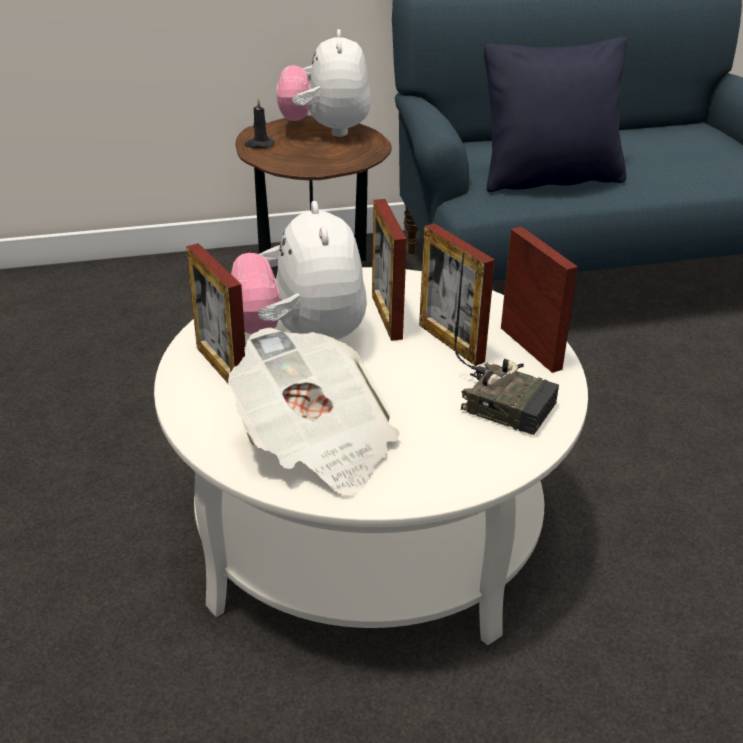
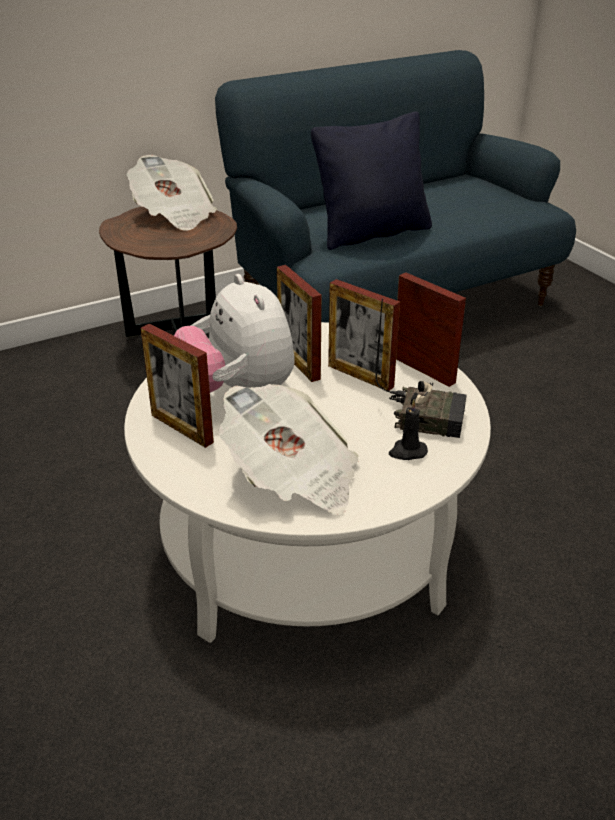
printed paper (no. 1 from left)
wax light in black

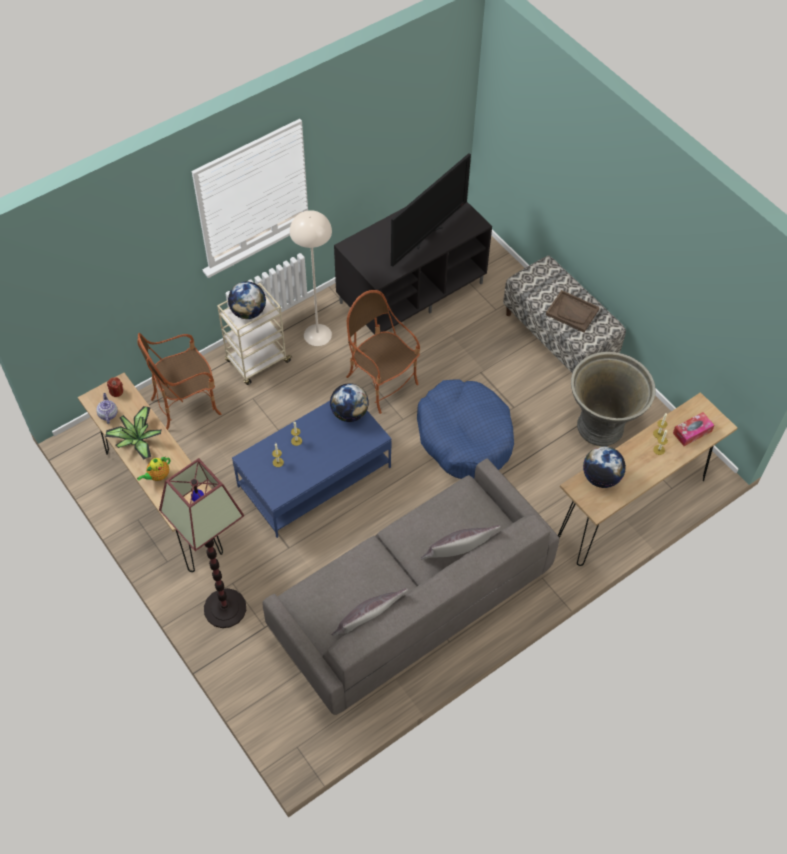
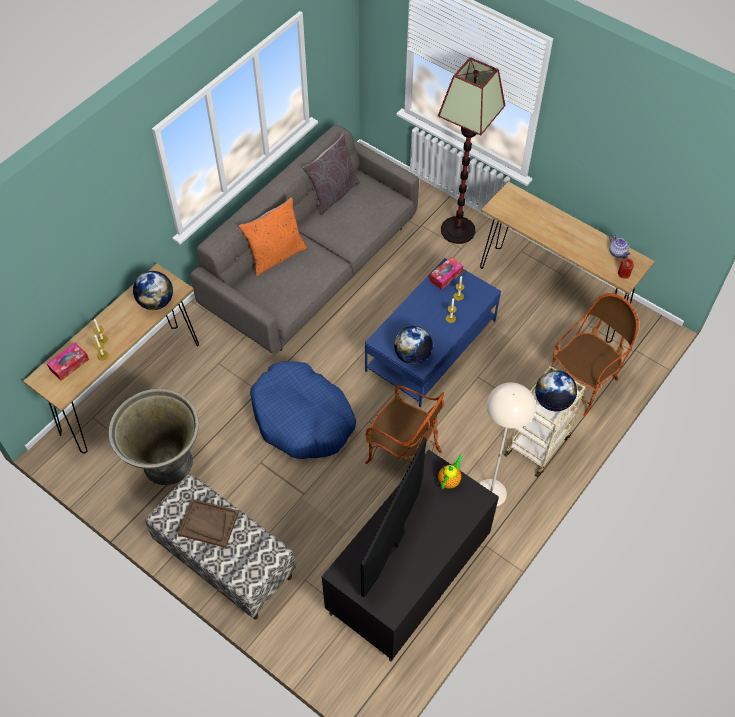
plant in a pot
pot for tea (no. 1 from left)
cushion in orangey
box of tissues (no. 2 from left)

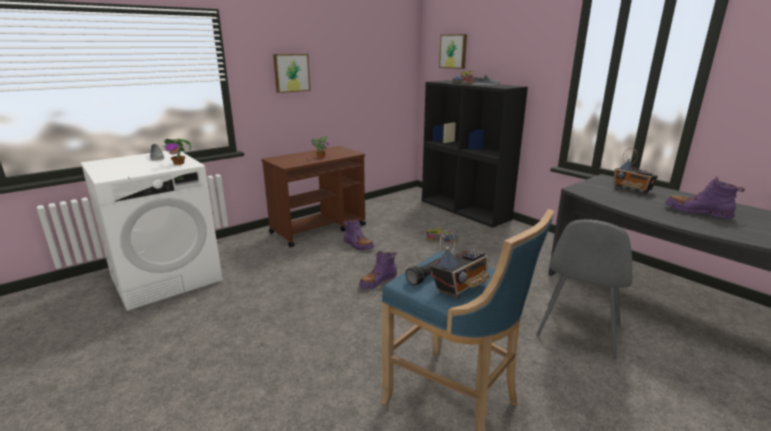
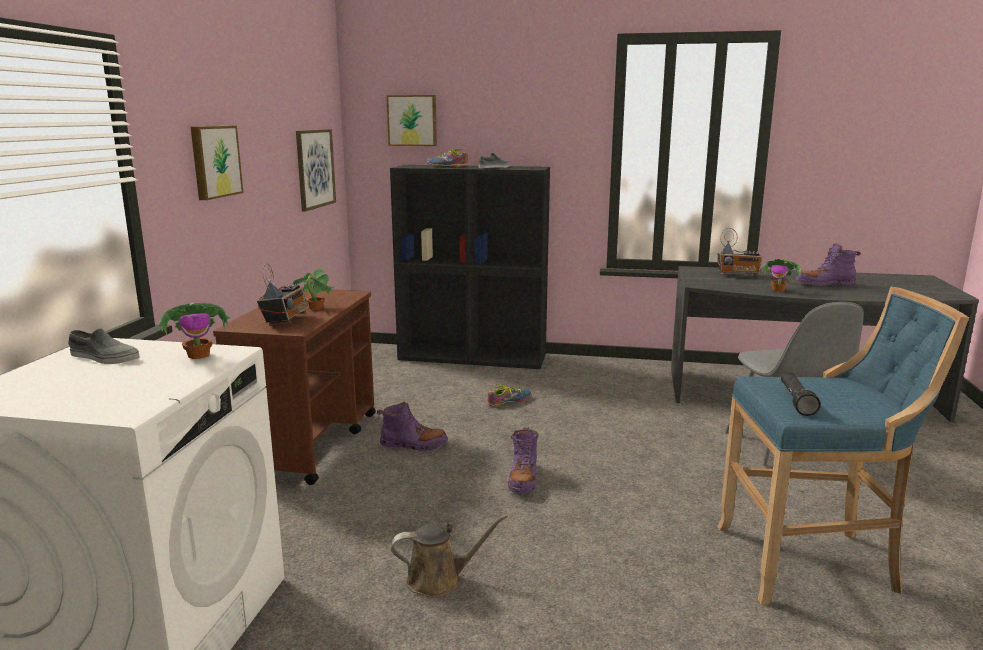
radio receiver (no. 1 from left)
wall picture (no. 2 from left)
plant in a pot (no. 3 from left)
watering pot in brown-coloured

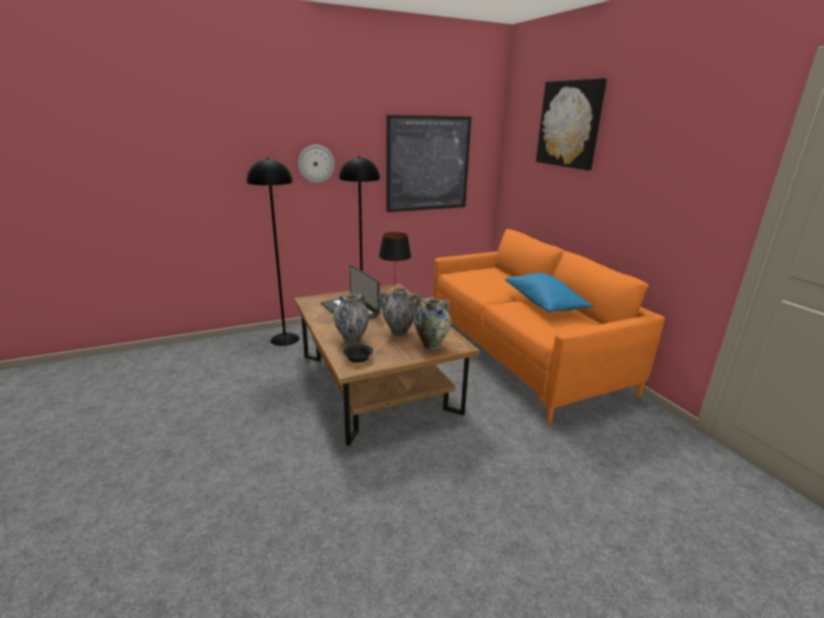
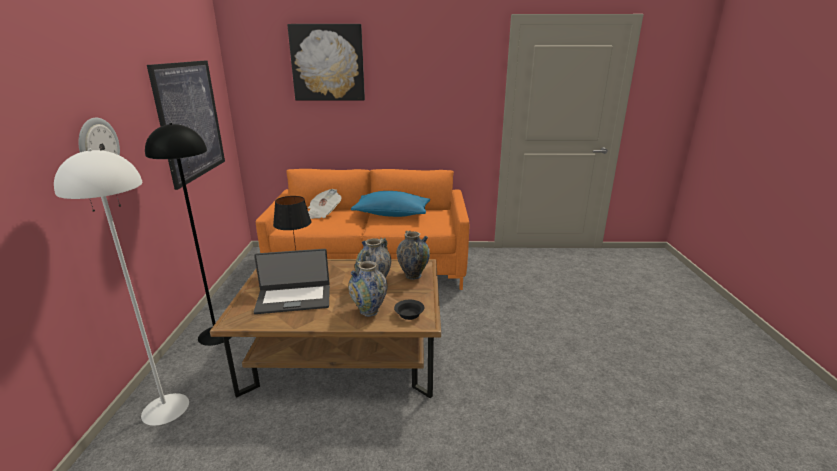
floor lamp in white
printed paper

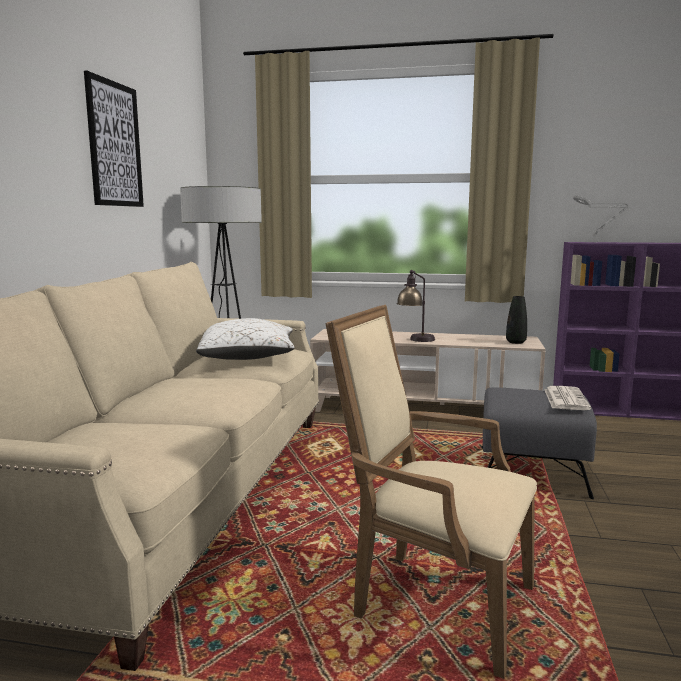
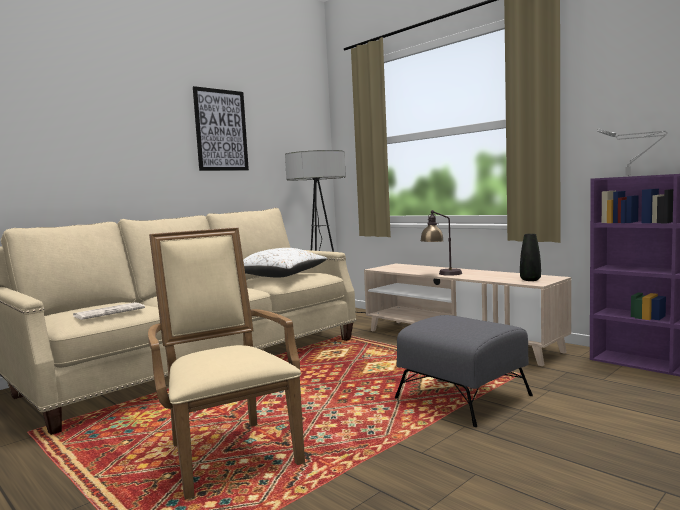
printed paper

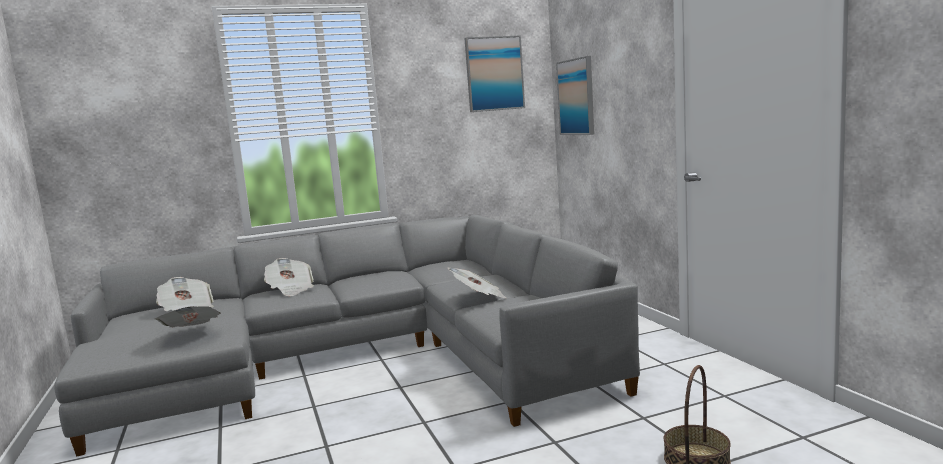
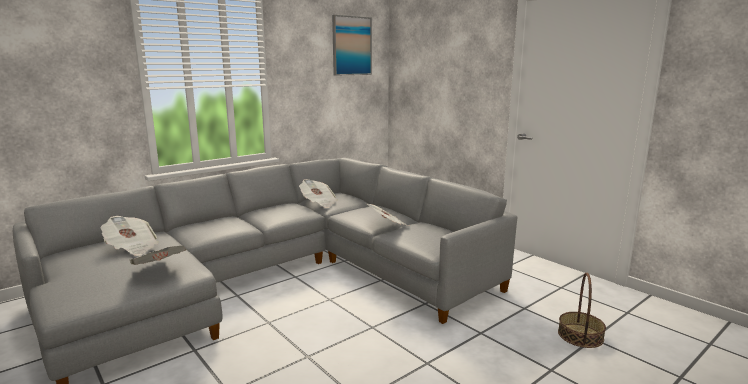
wall picture (no. 2 from left in the first image)
printed paper (no. 3 from left)

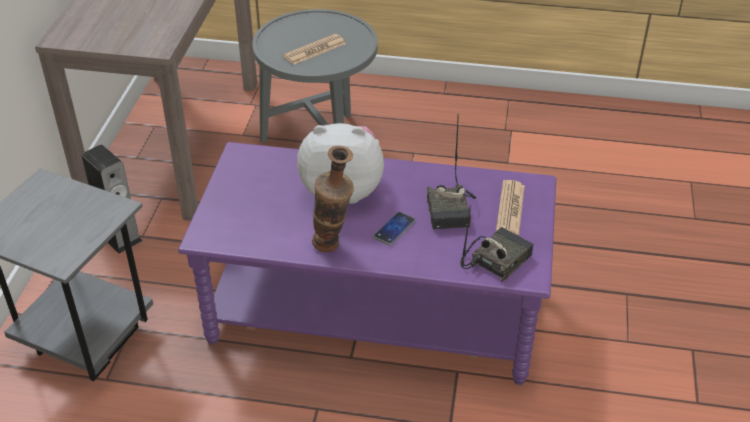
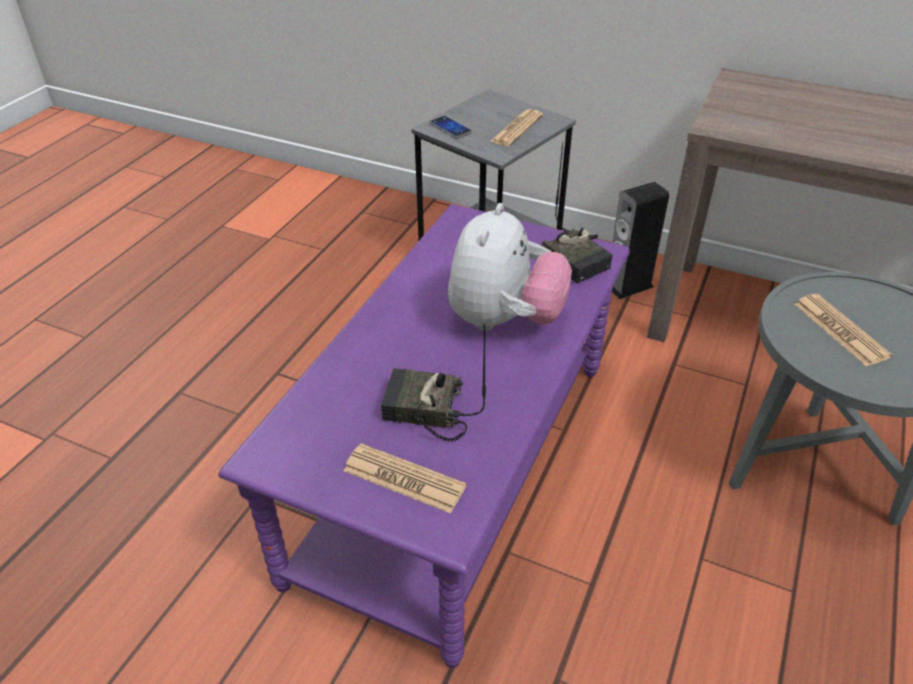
flower vase
radio receiver (no. 2 from left)
telephone
printed paper (no. 2 from left)

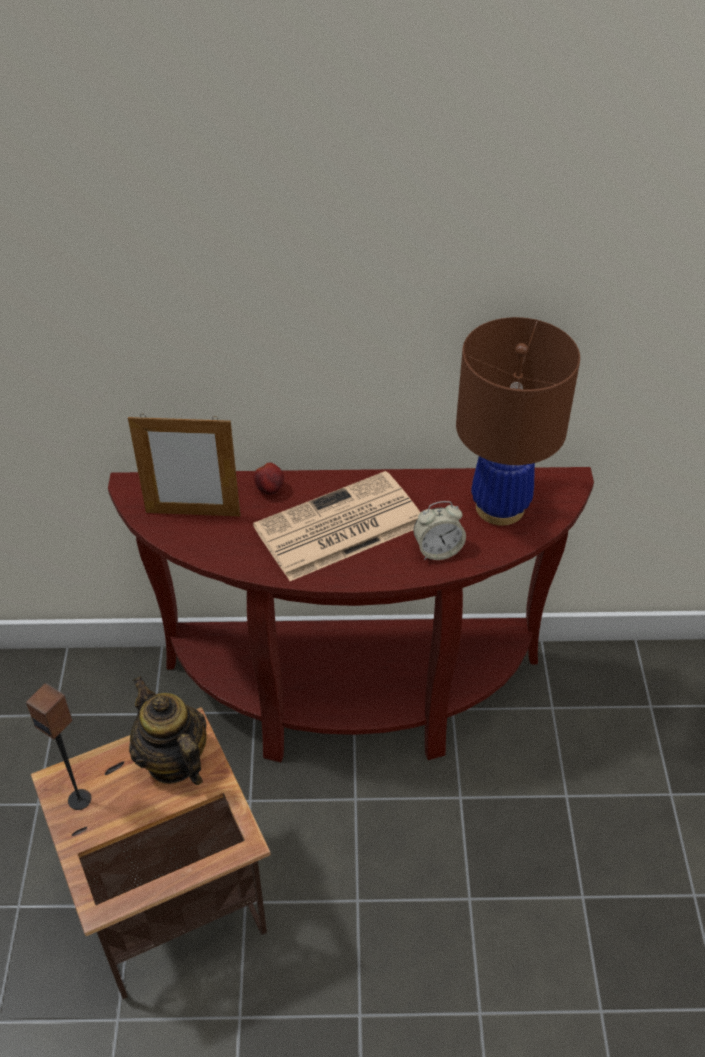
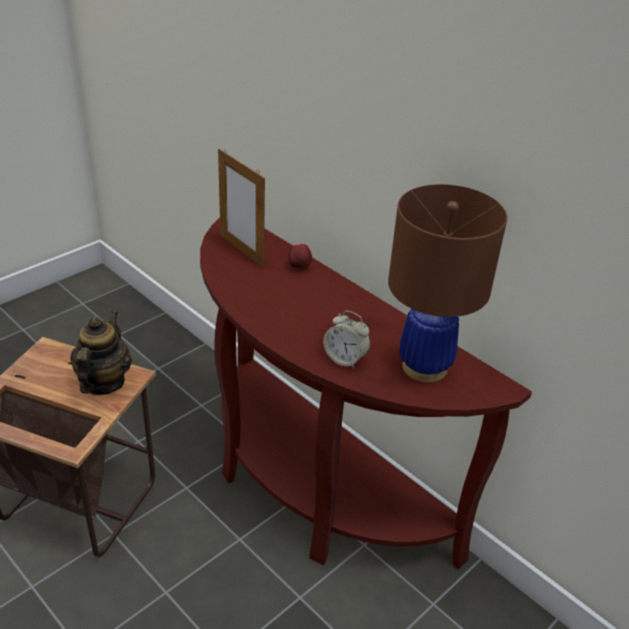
printed paper
audio speaker

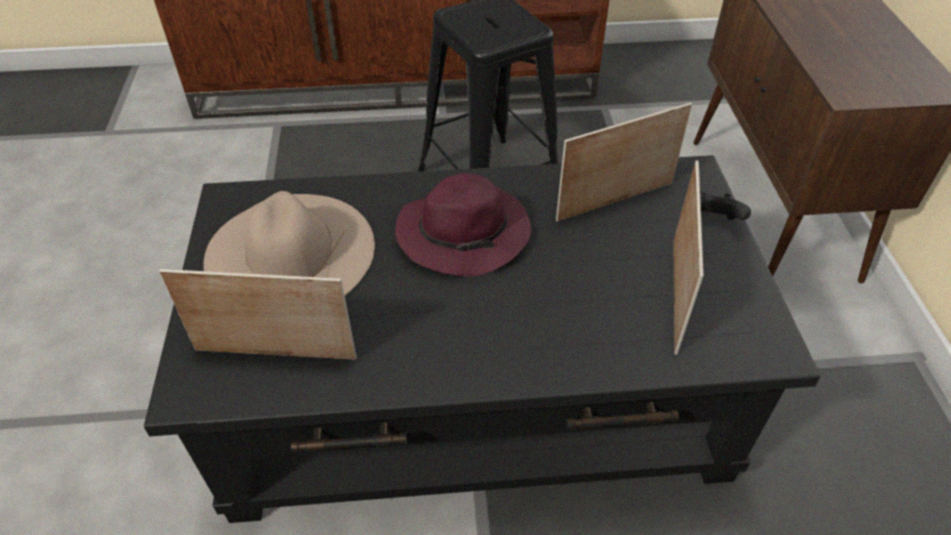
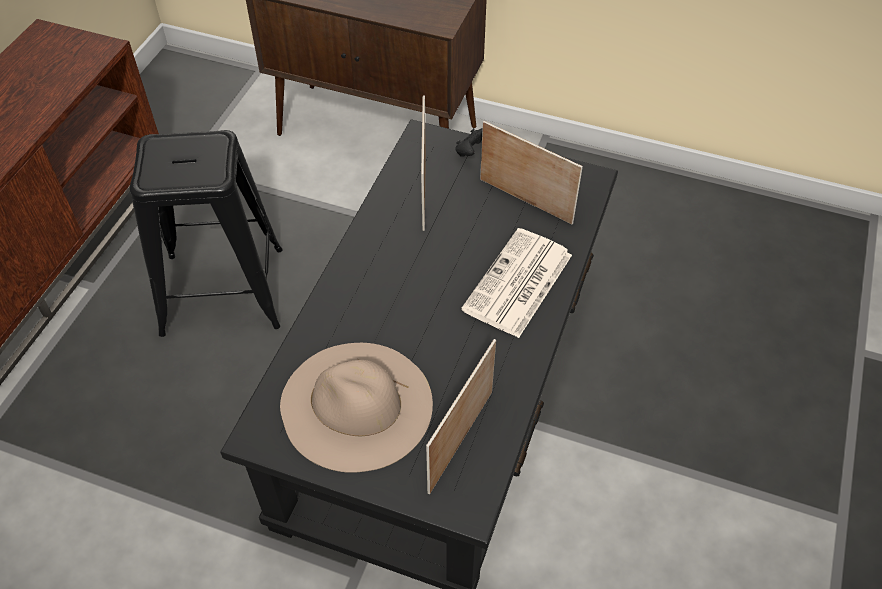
clothing hat in purple
printed paper

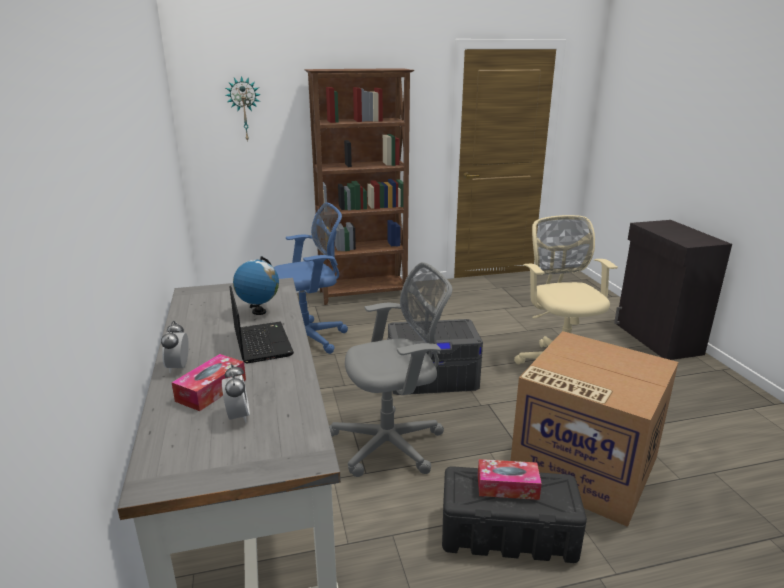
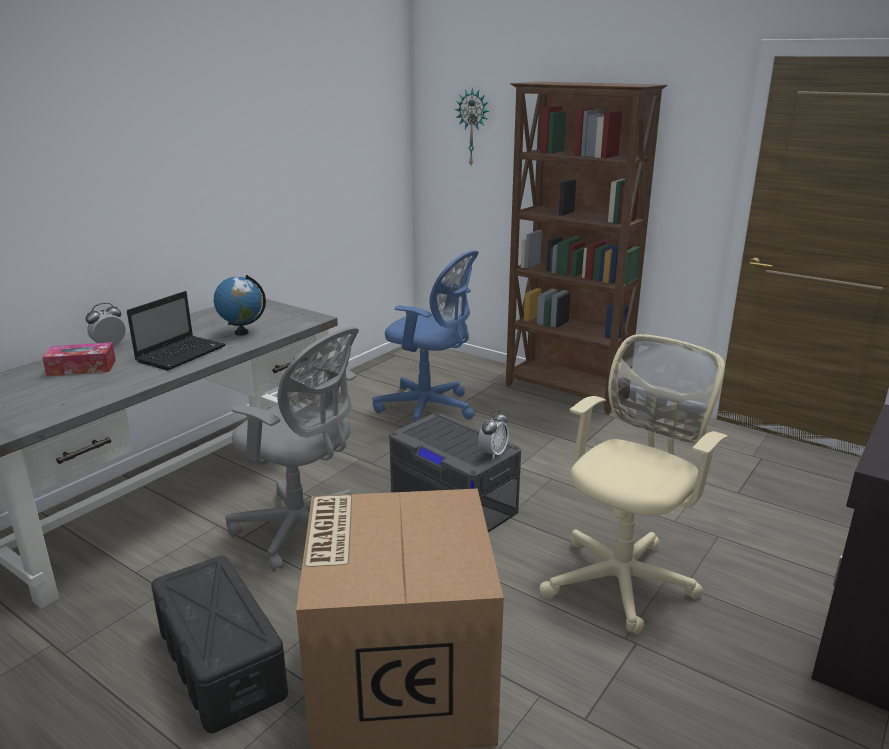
alarm clock (no. 2 from left)
box of tissues (no. 2 from left in the first image)

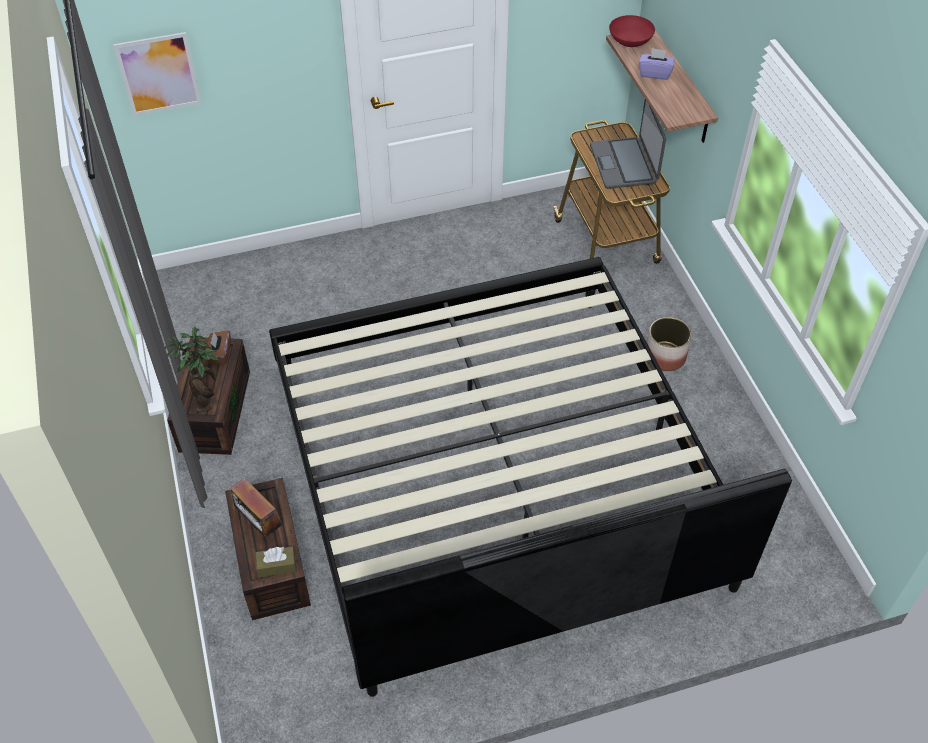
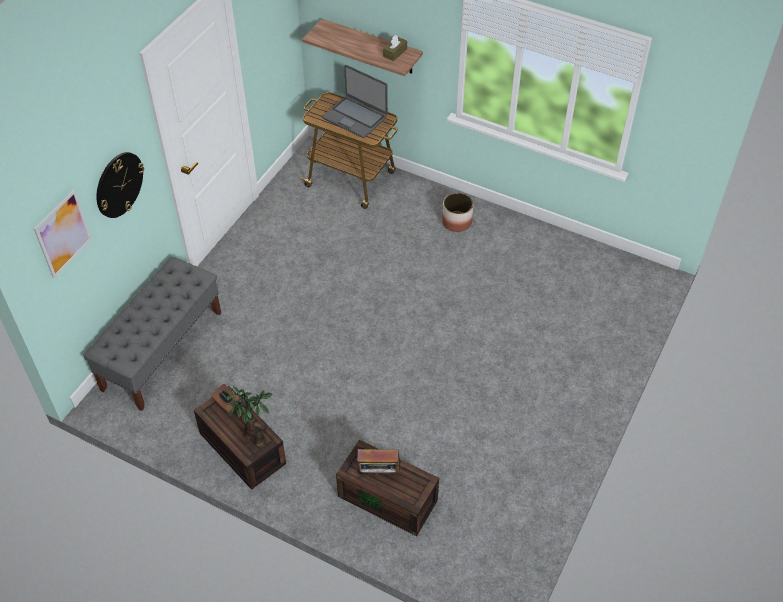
serving bowl in red-coloured
box of tissues in purple
sleeping bed
box of tissues in brown-coloured (no. 2 from left)
clock on the wall
bench in gray

